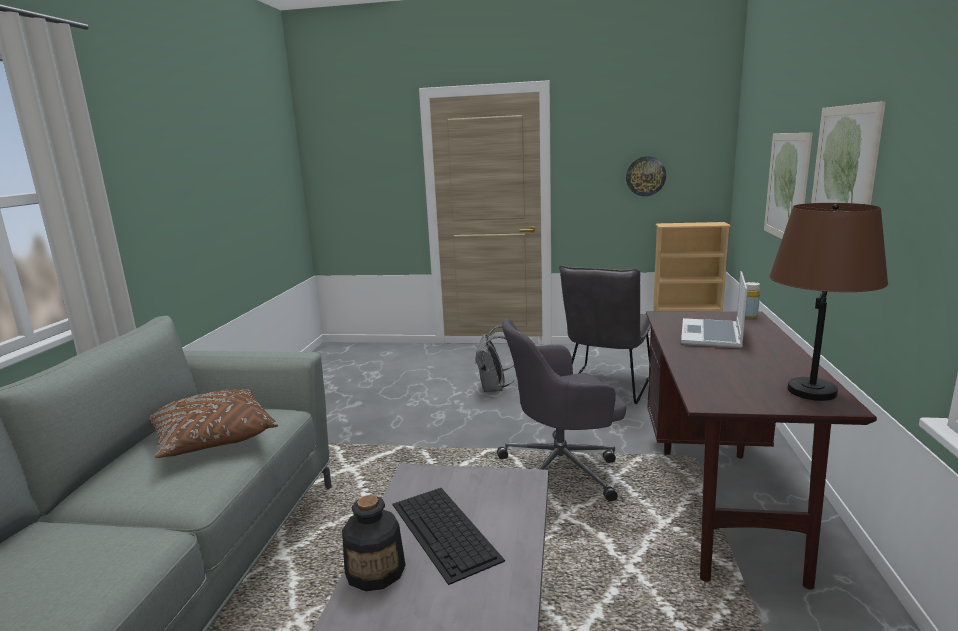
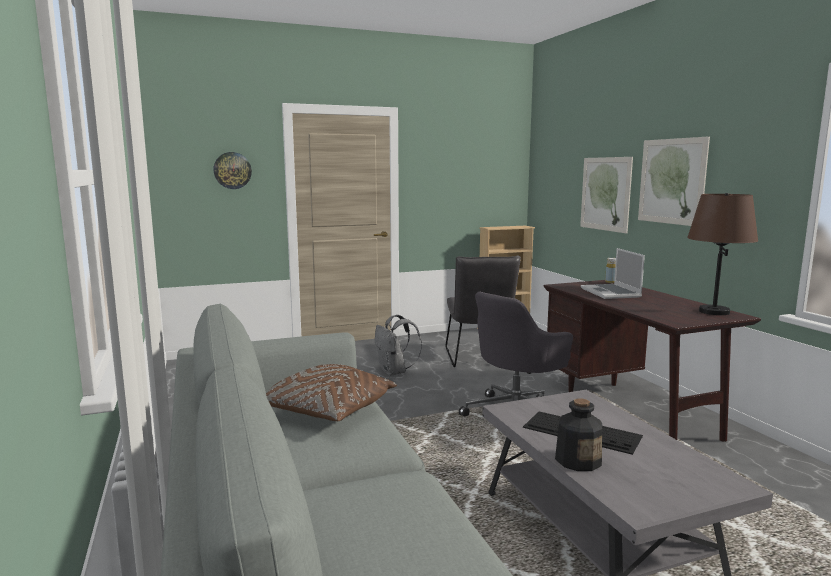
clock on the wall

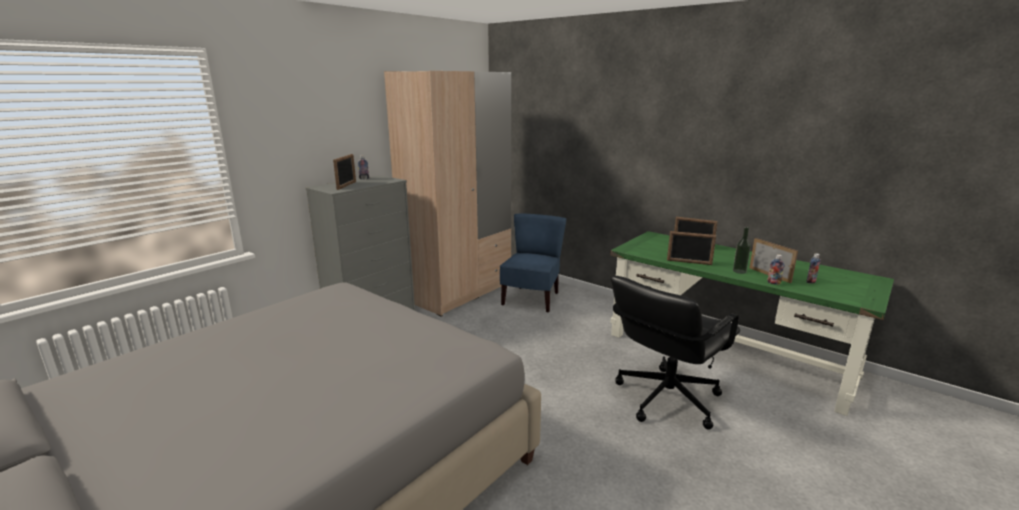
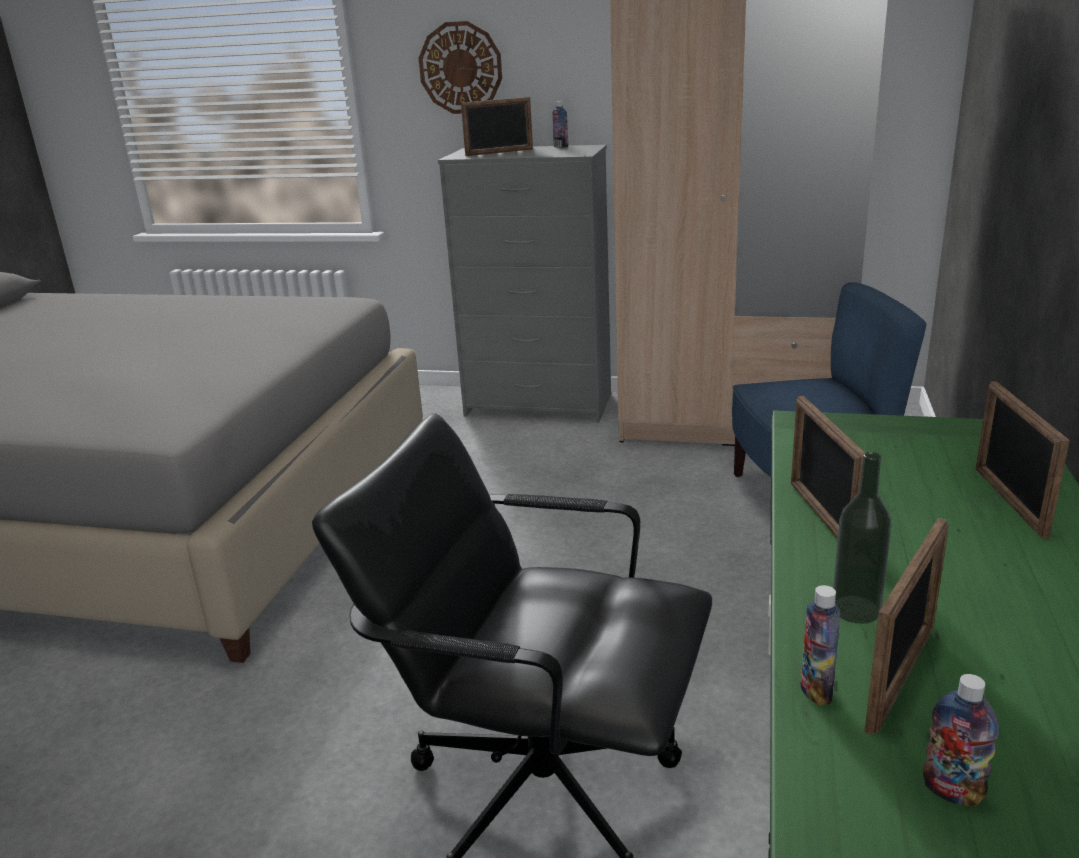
clock on the wall

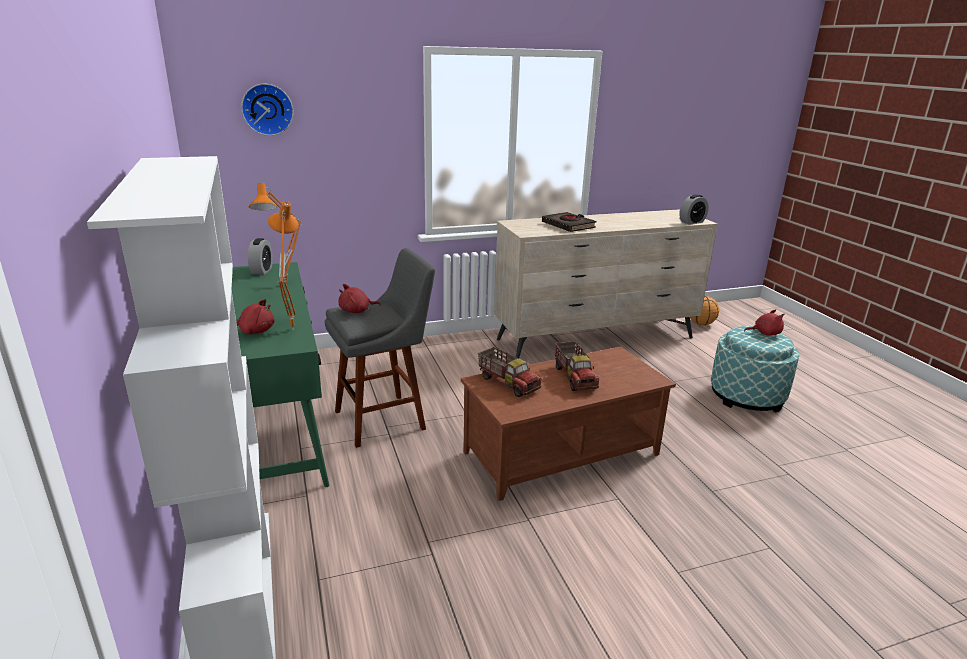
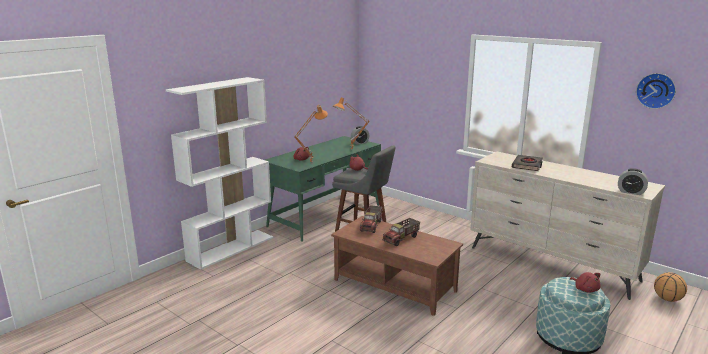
clock on the wall

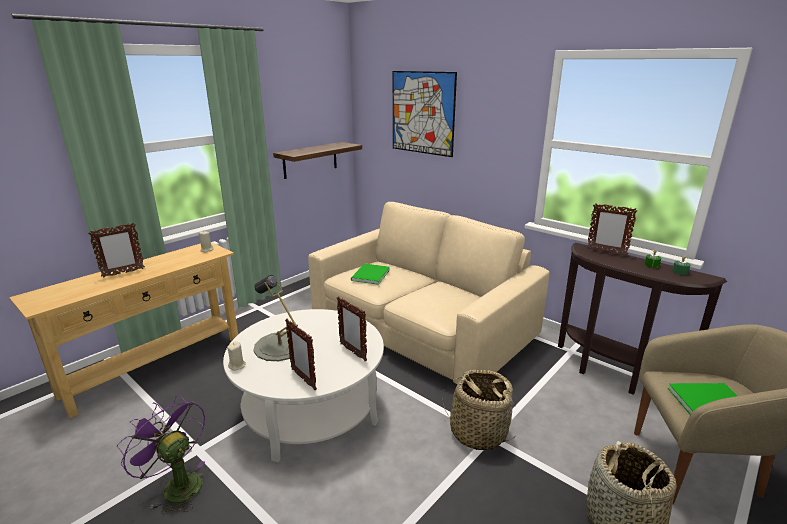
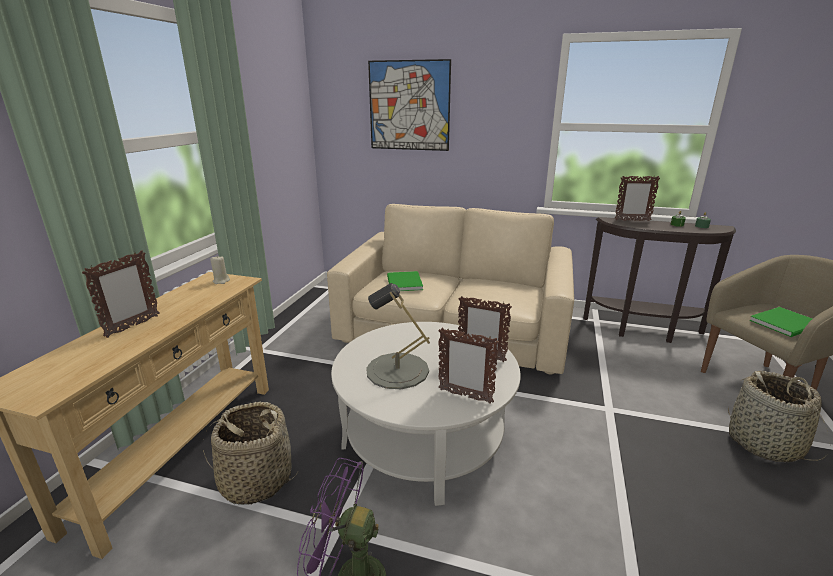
wall shelf
wax light in beige (no. 2 from left in the first image)
household basket (no. 1 from left)

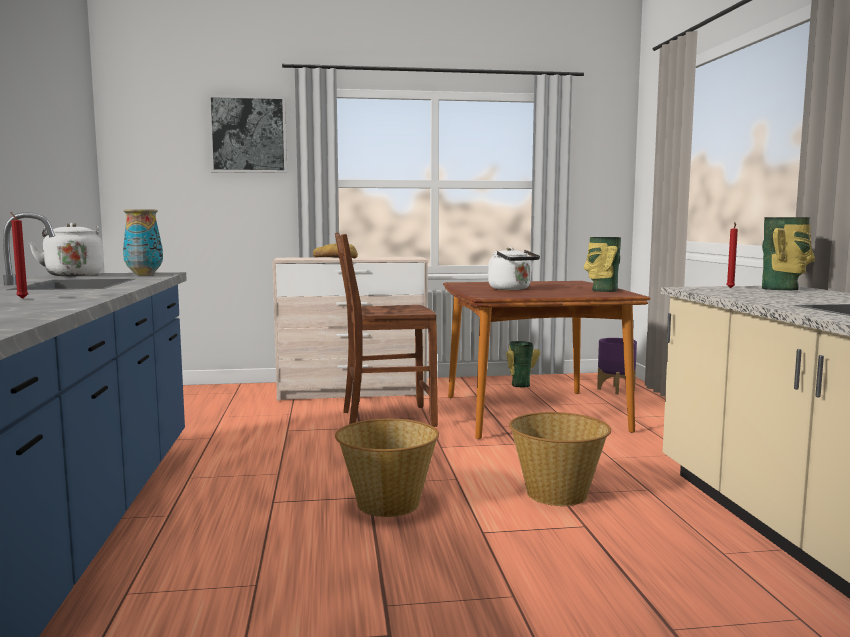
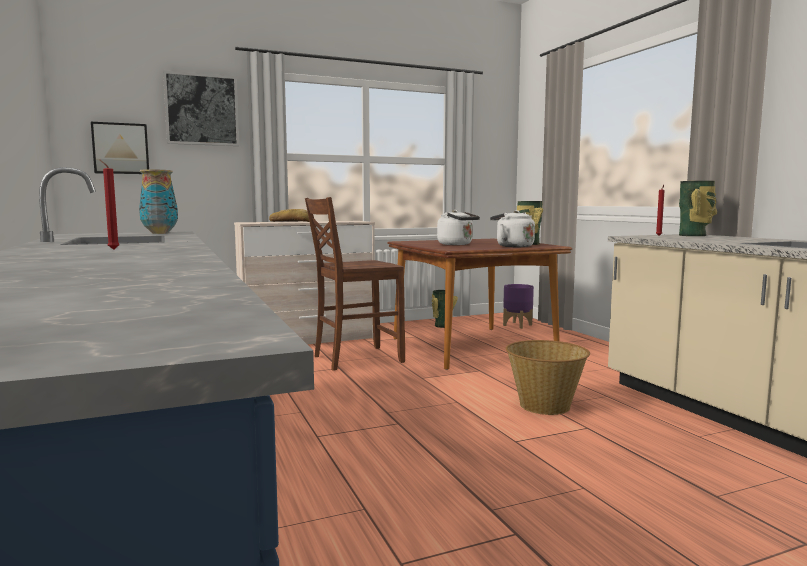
tea kettle in white (no. 2 from left)
household basket (no. 1 from left in the first image)
wall picture (no. 1 from left)

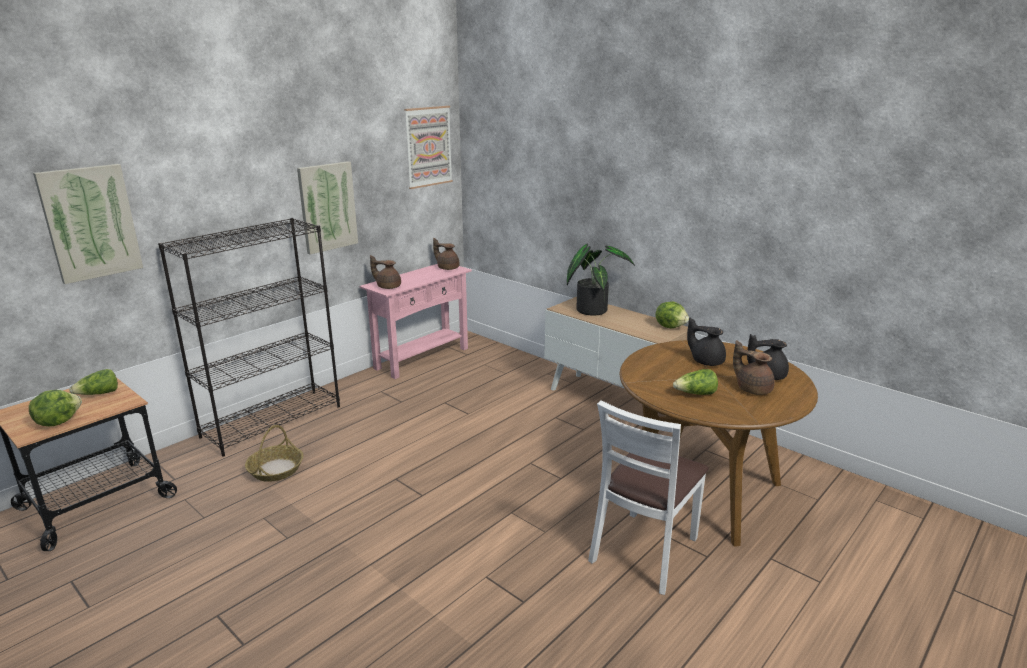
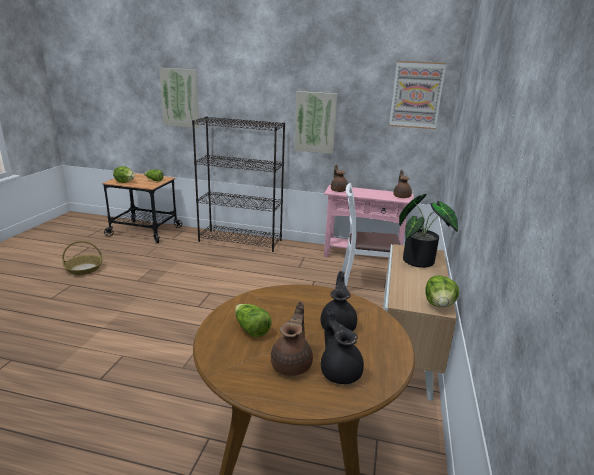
chair in white
household basket

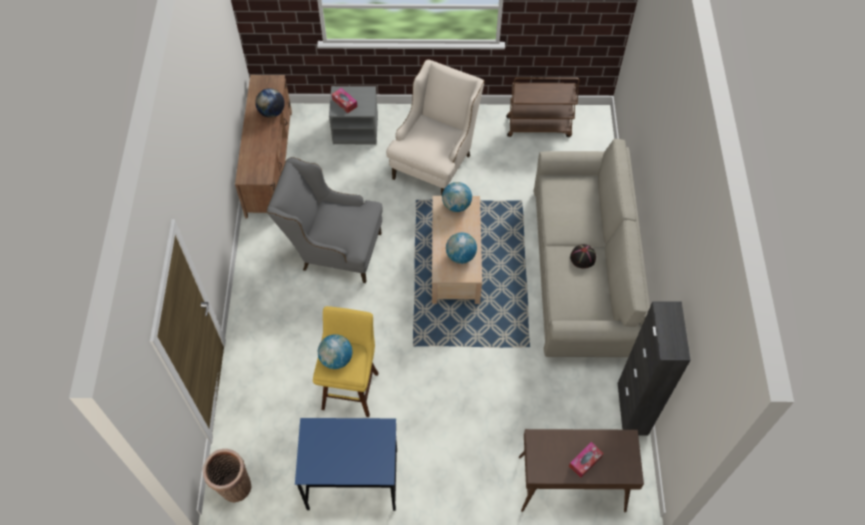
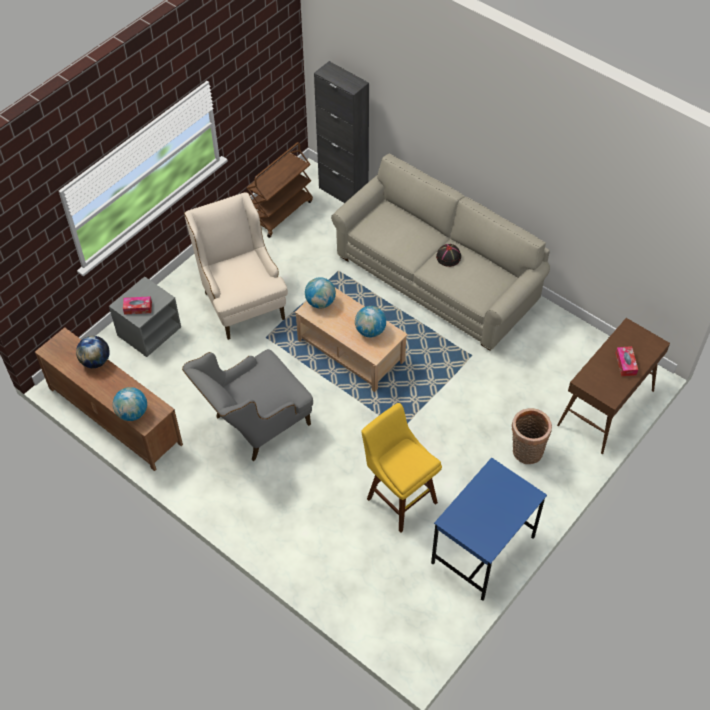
storage cabinet in black
world globe (no. 2 from left)
household basket

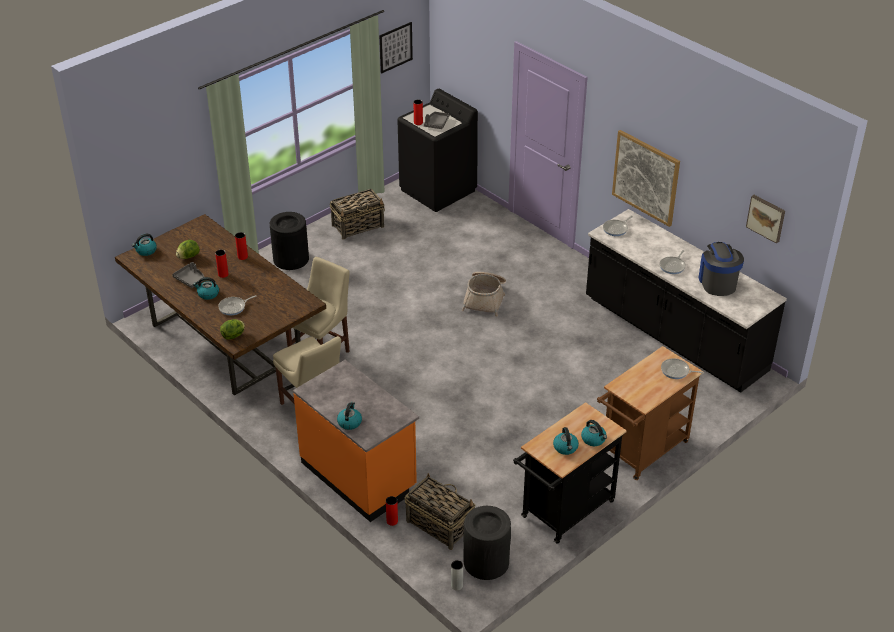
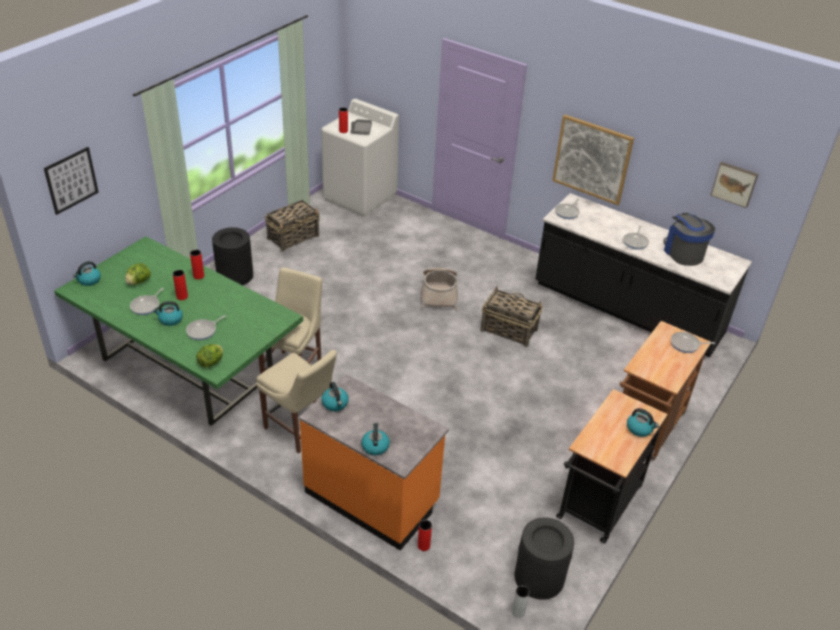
wall picture (no. 1 from left)
washing machine in white
kitchen table in green-coloured
skillet (no. 1 from left)
tea kettle (no. 3 from left)
household basket (no. 3 from left)

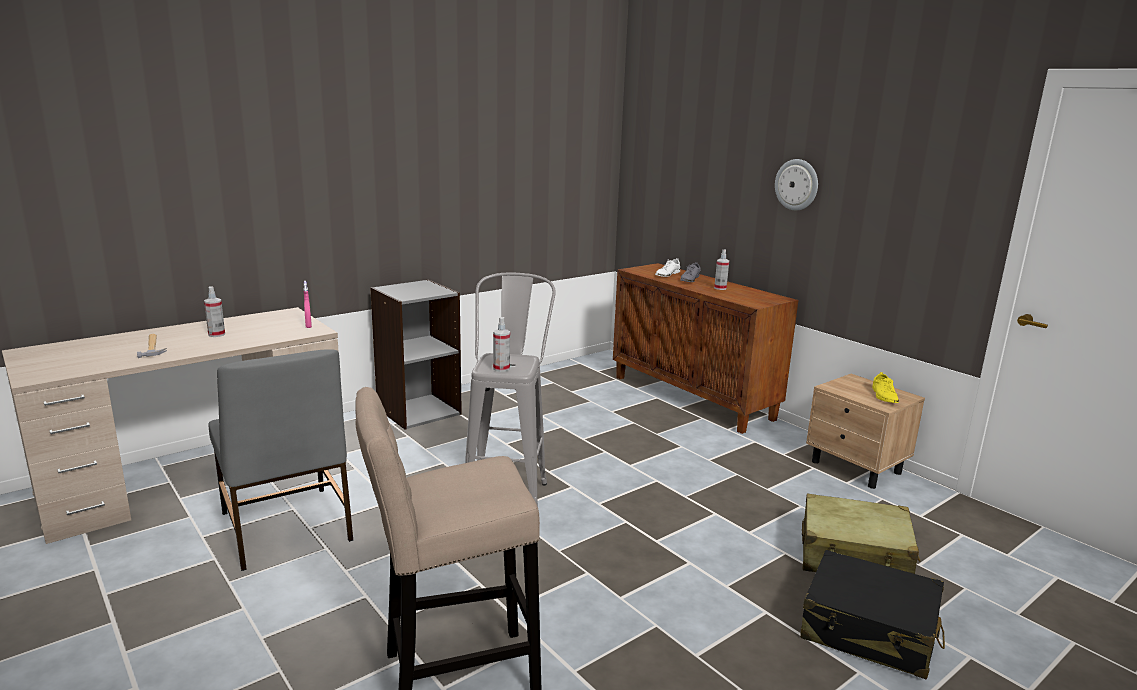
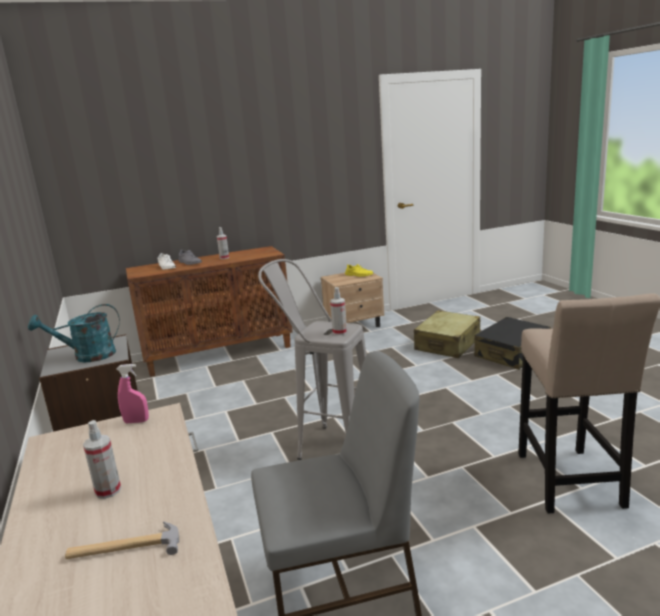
clock on the wall
watering pot in turquoise

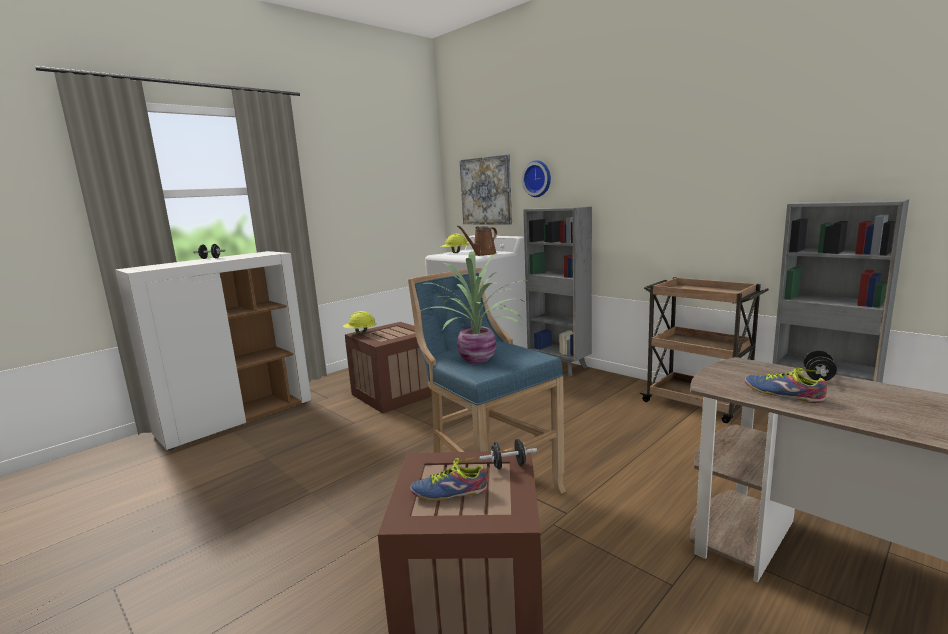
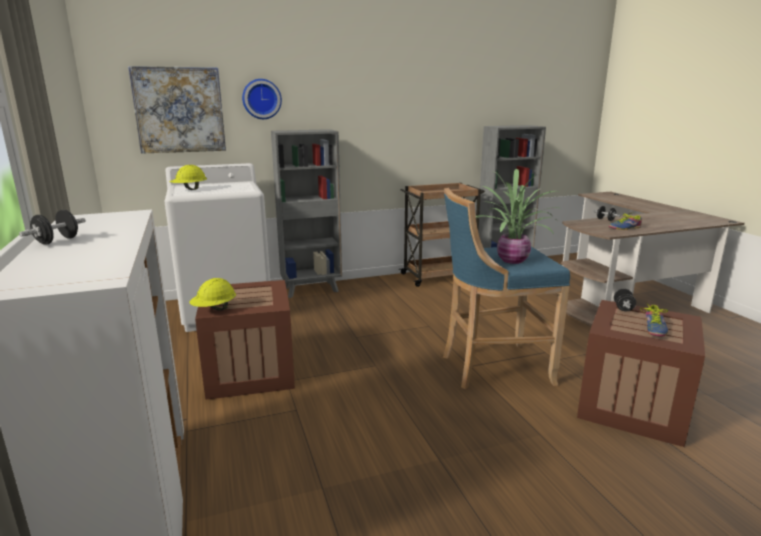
watering pot in brown-coloured

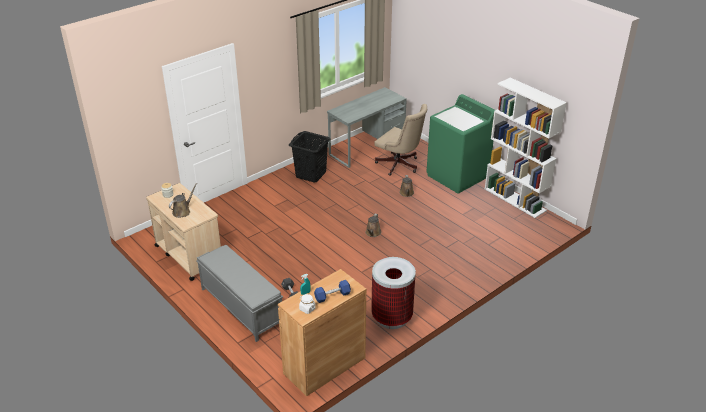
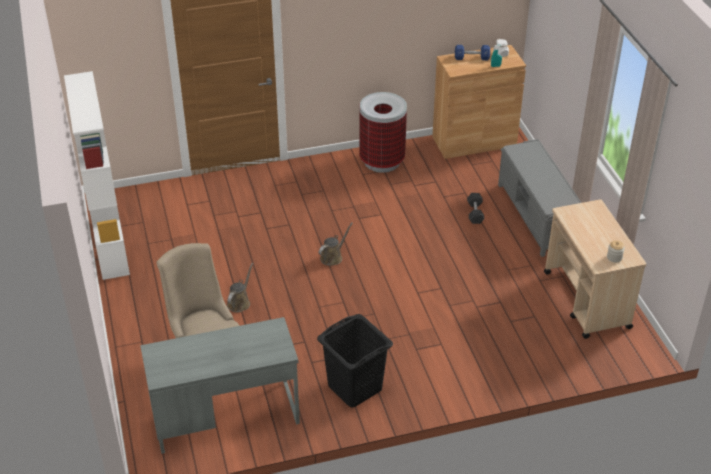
washing machine in green-coloured
watering pot in brown-coloured (no. 1 from left in the first image)

